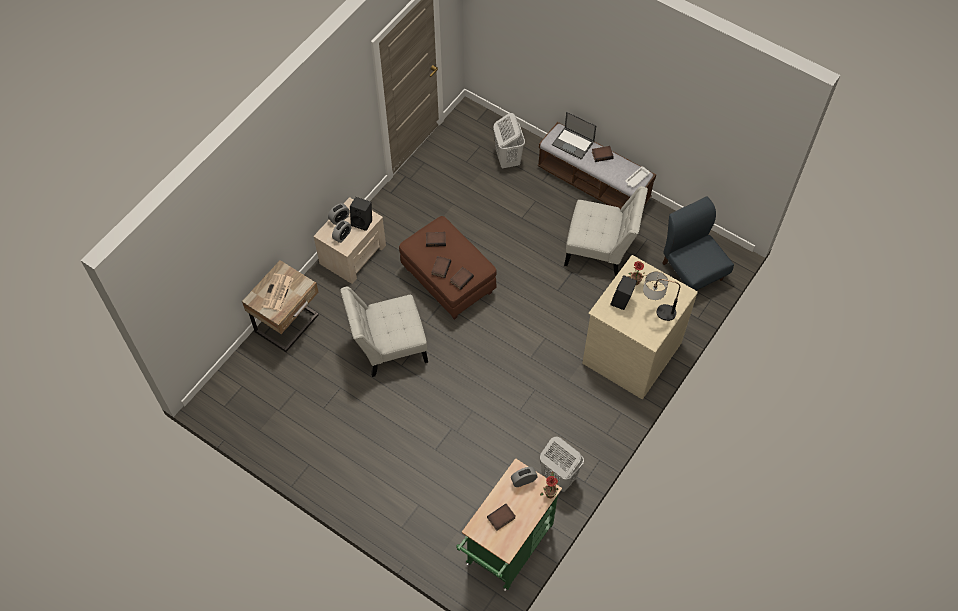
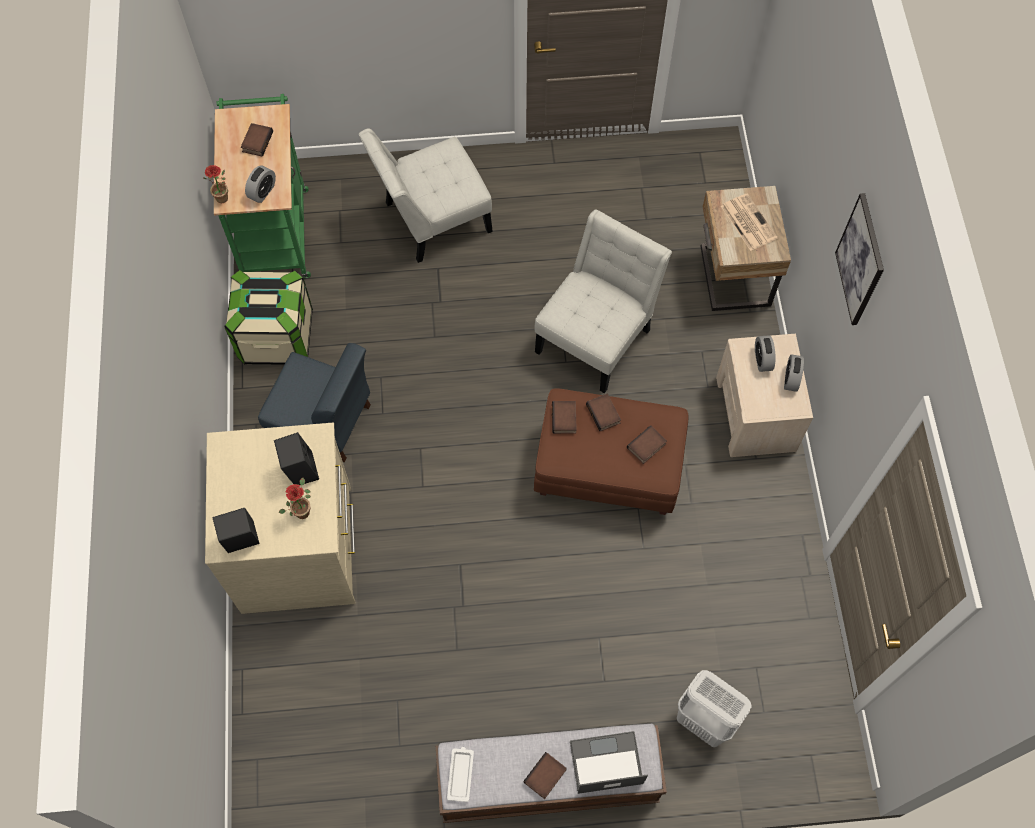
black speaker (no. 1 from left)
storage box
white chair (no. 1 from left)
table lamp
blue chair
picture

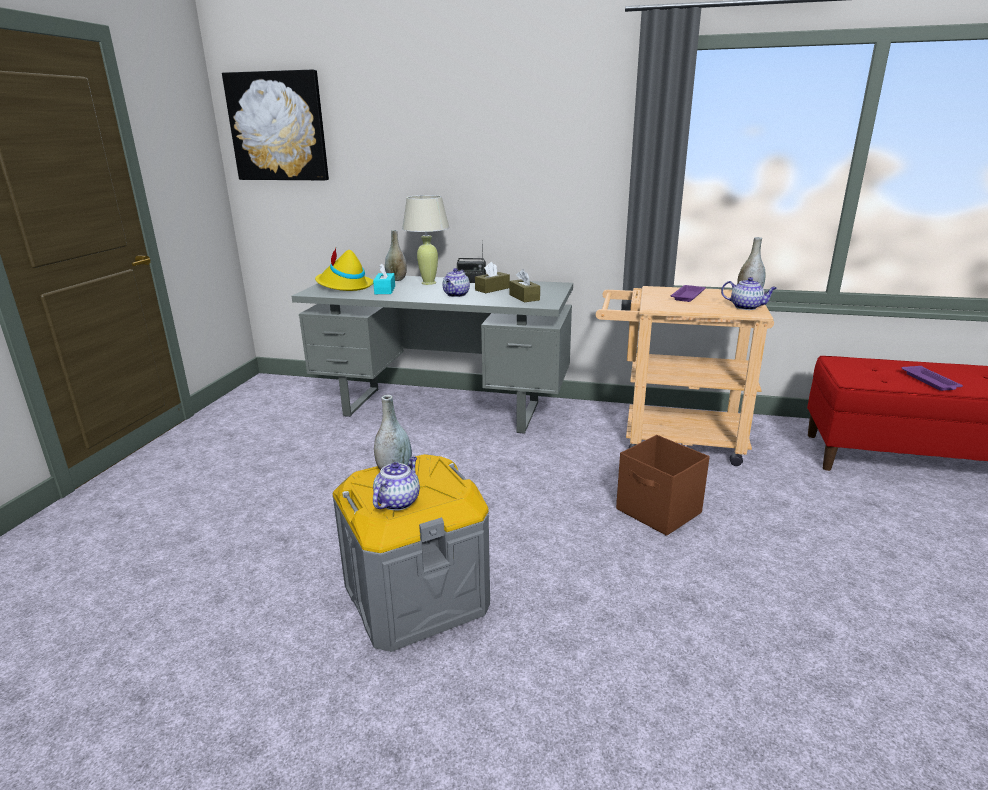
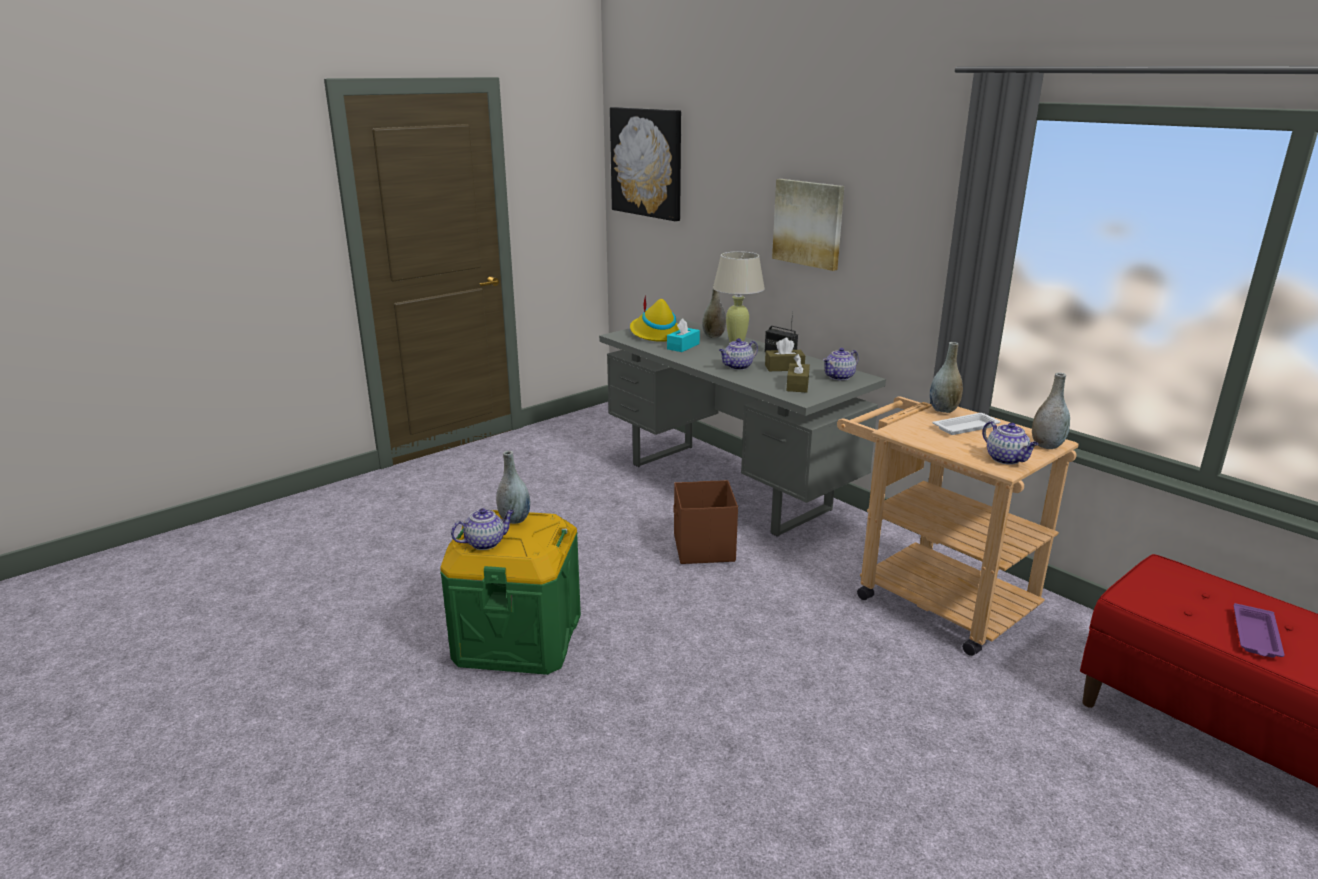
green storage box
brown storage box
white tray
picture (no. 2 from left)
teapot (no. 3 from left)
grey vase (no. 3 from left)

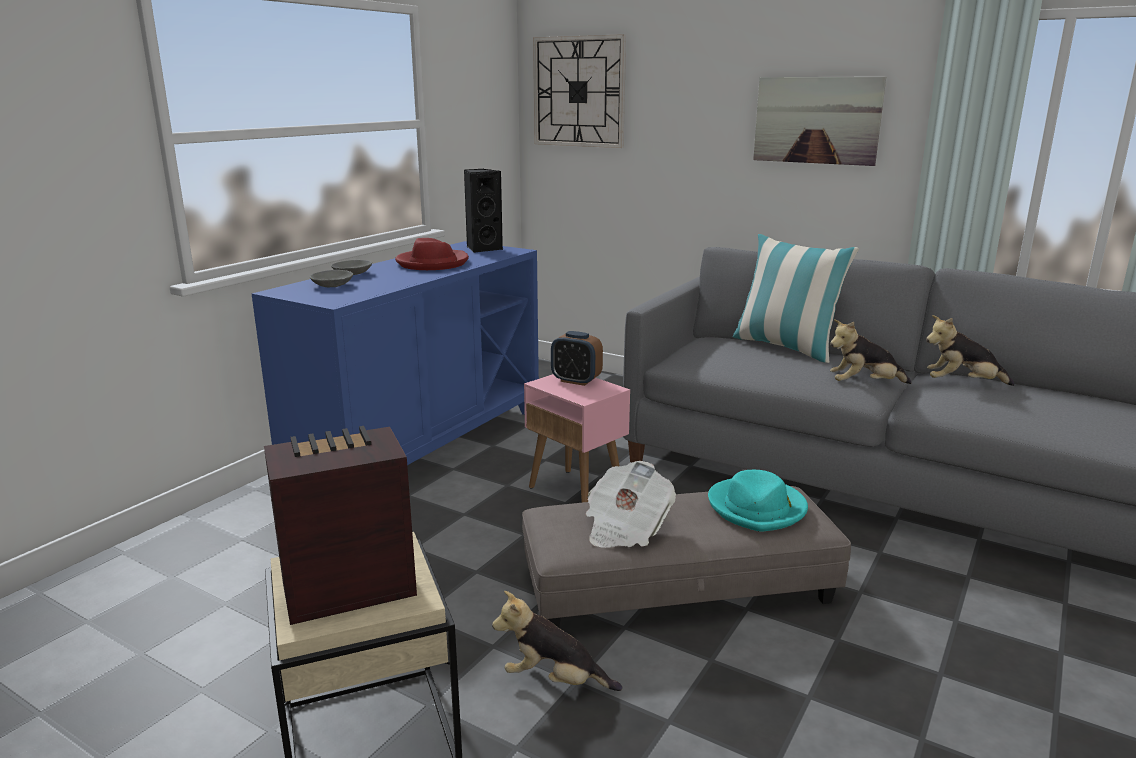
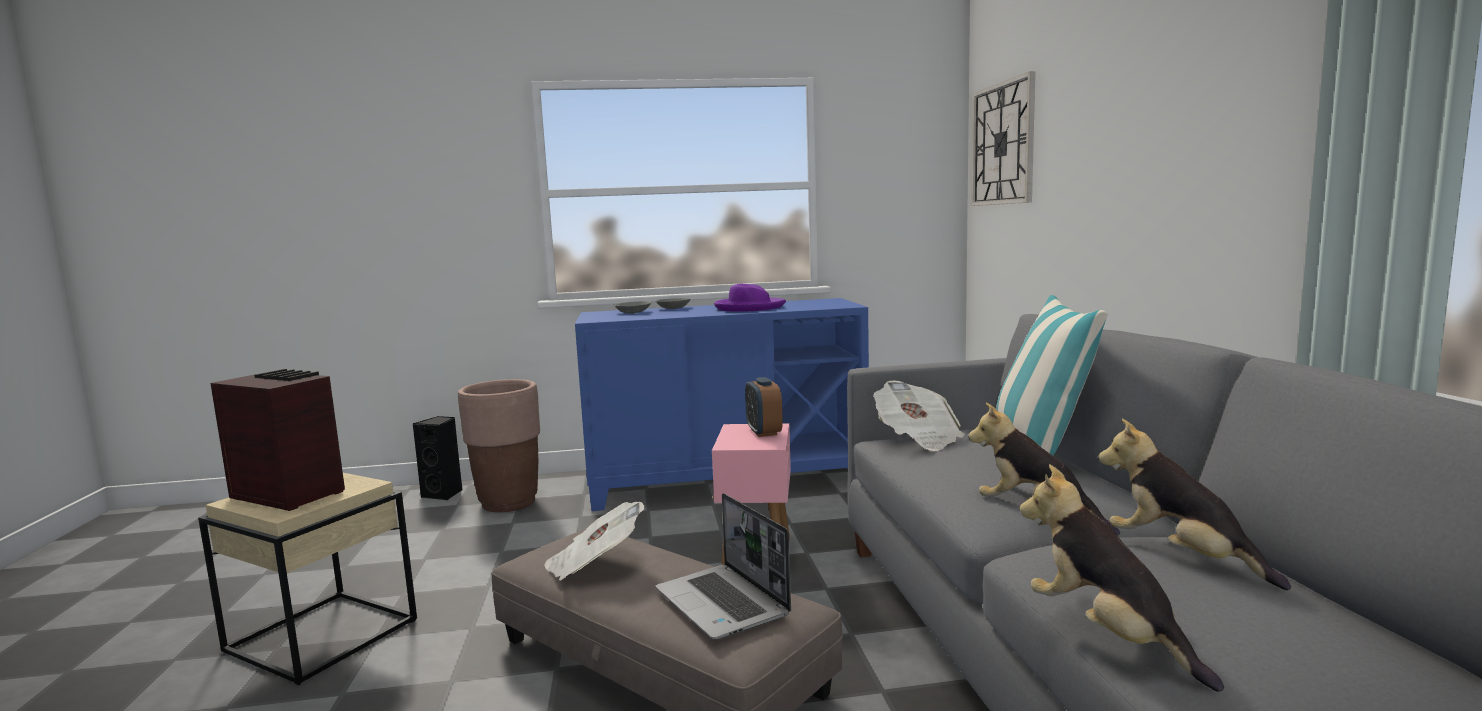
purple hat
black speaker
plush toy (no. 2 from left)
laptop
picture
brown planter
newspaper (no. 2 from left)

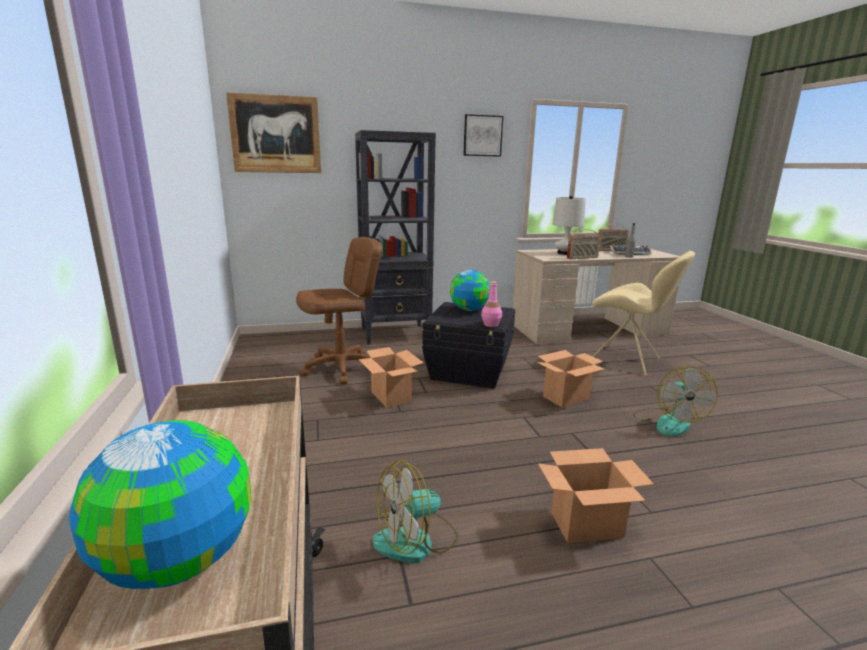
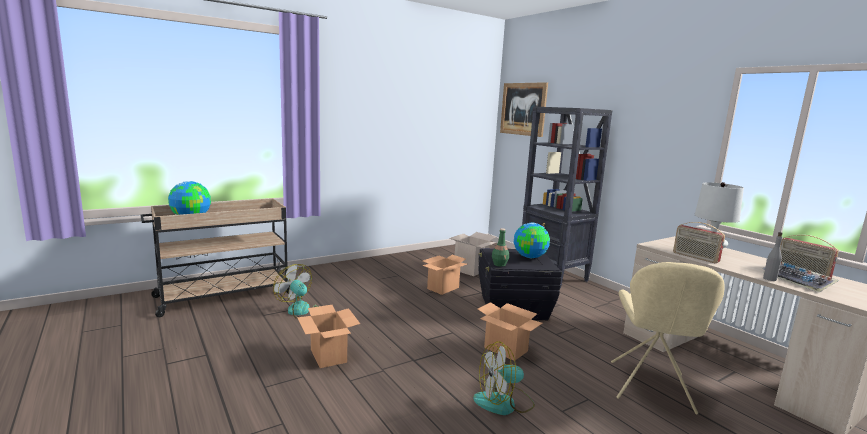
cardboard box (no. 3 from left)
picture (no. 2 from left in the first image)
green bottle

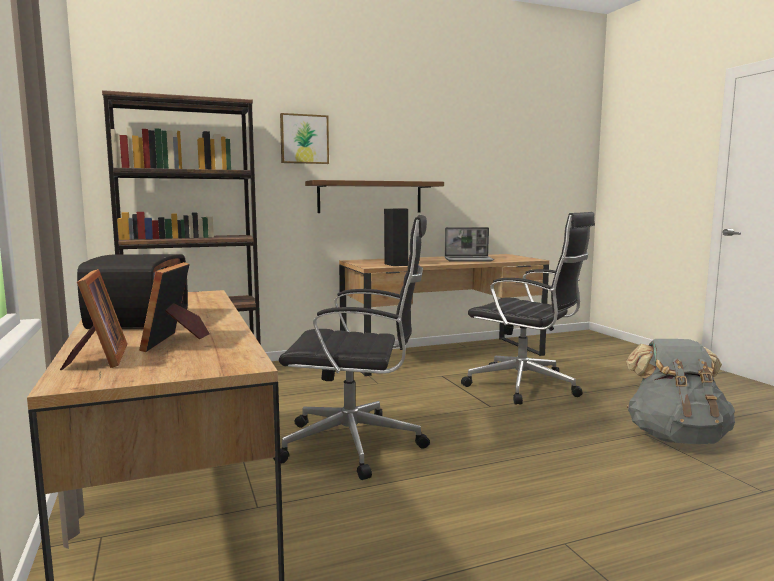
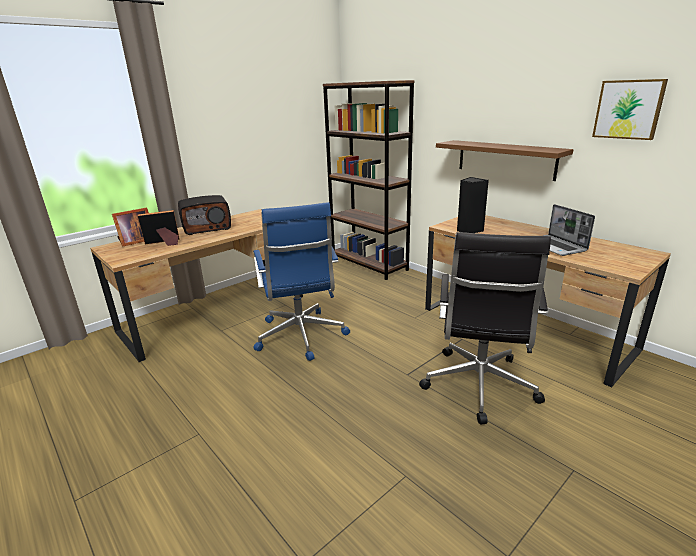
blue office chair
picture
grey backpack

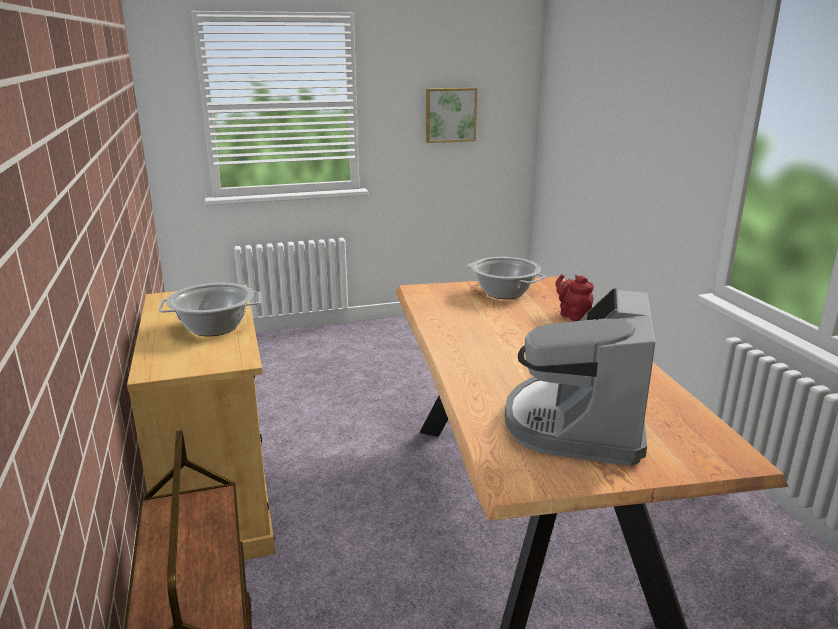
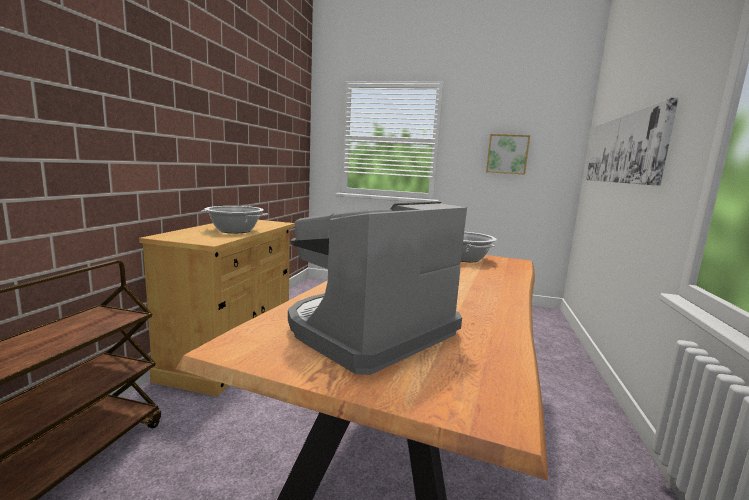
red teapot
picture (no. 2 from left)

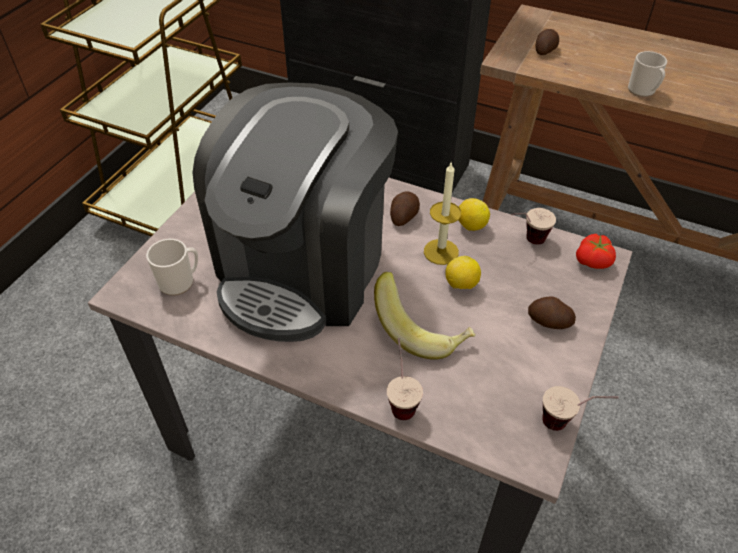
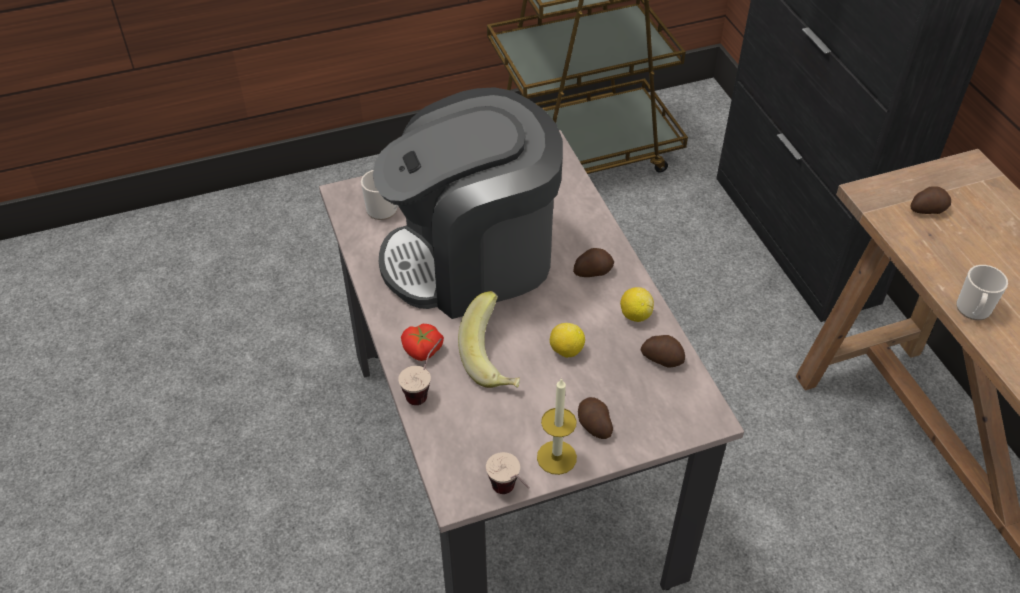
candle
potato (no. 3 from left)
tomato

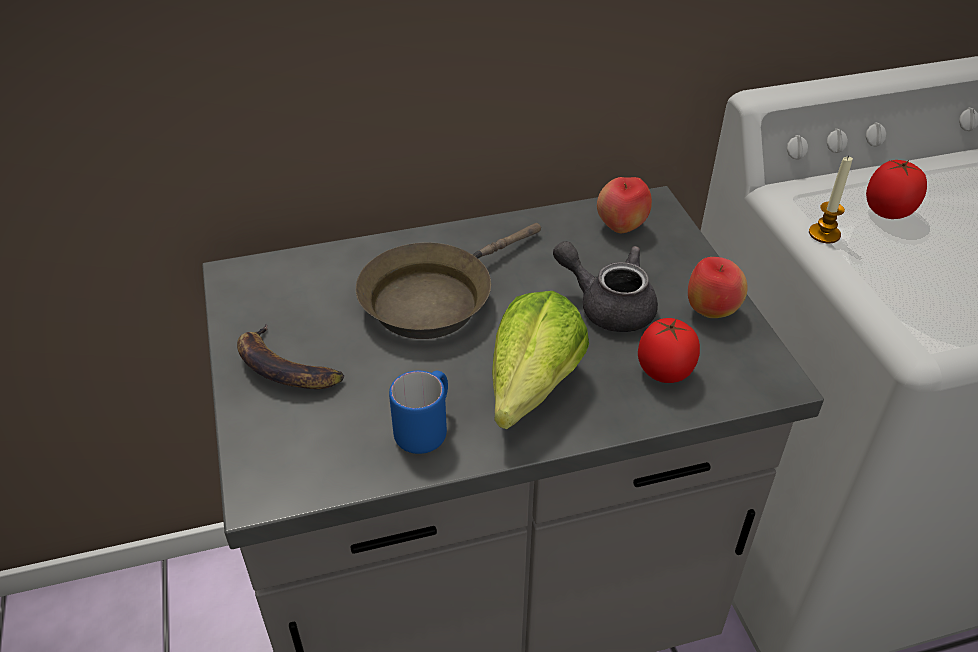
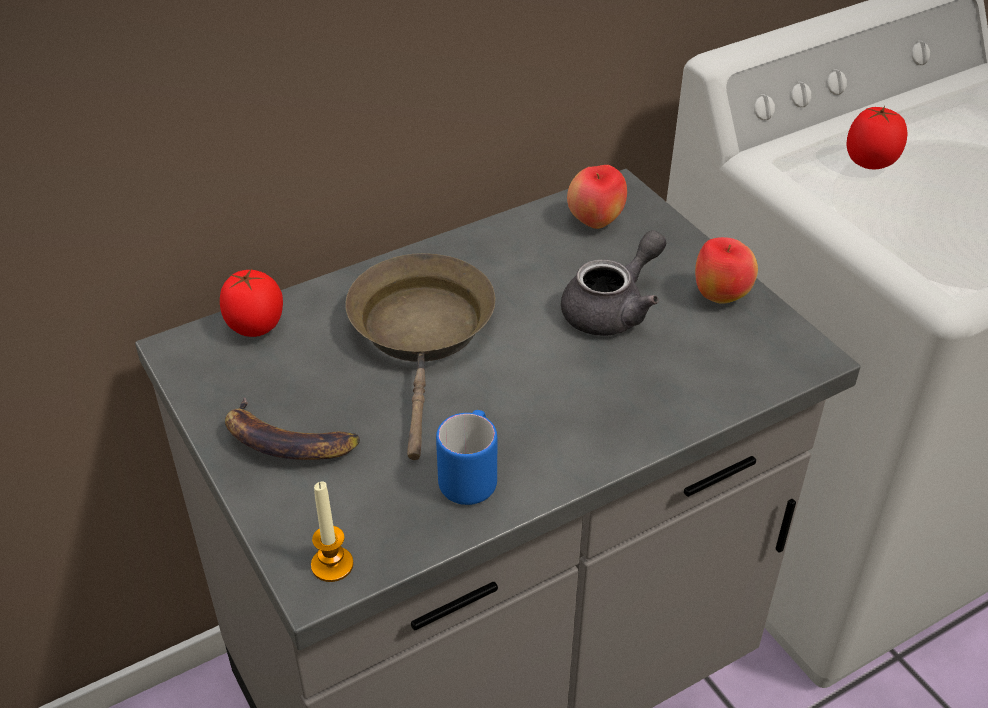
brown frying pan
lettuce
grey teapot
tomato (no. 1 from left)
candle

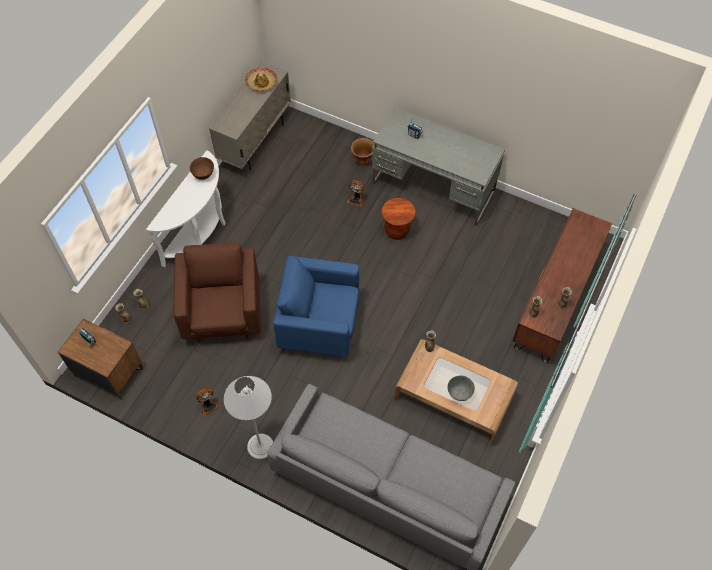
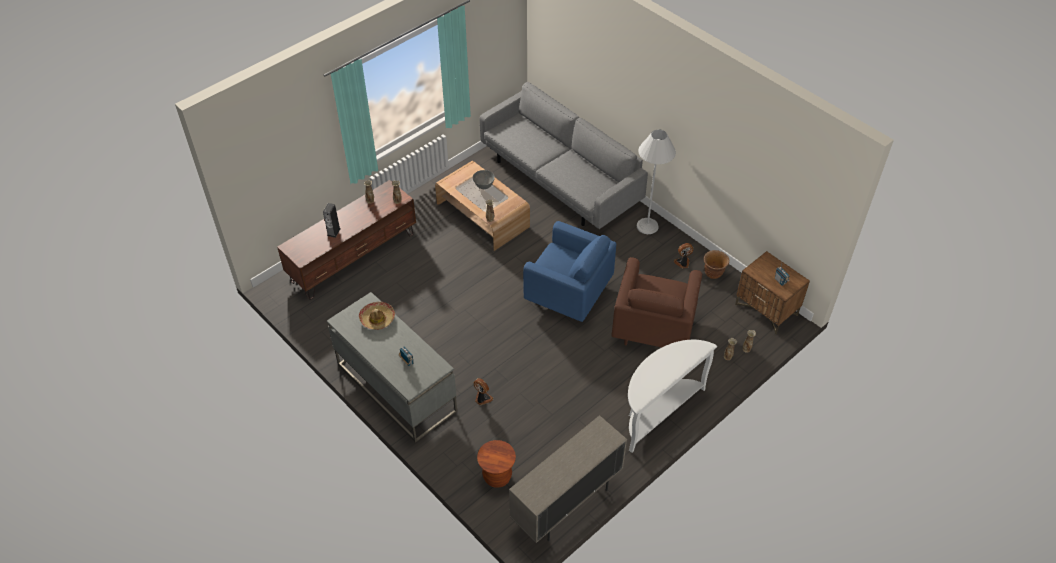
brown bowl
hat
brown planter
brown stool
speaker

